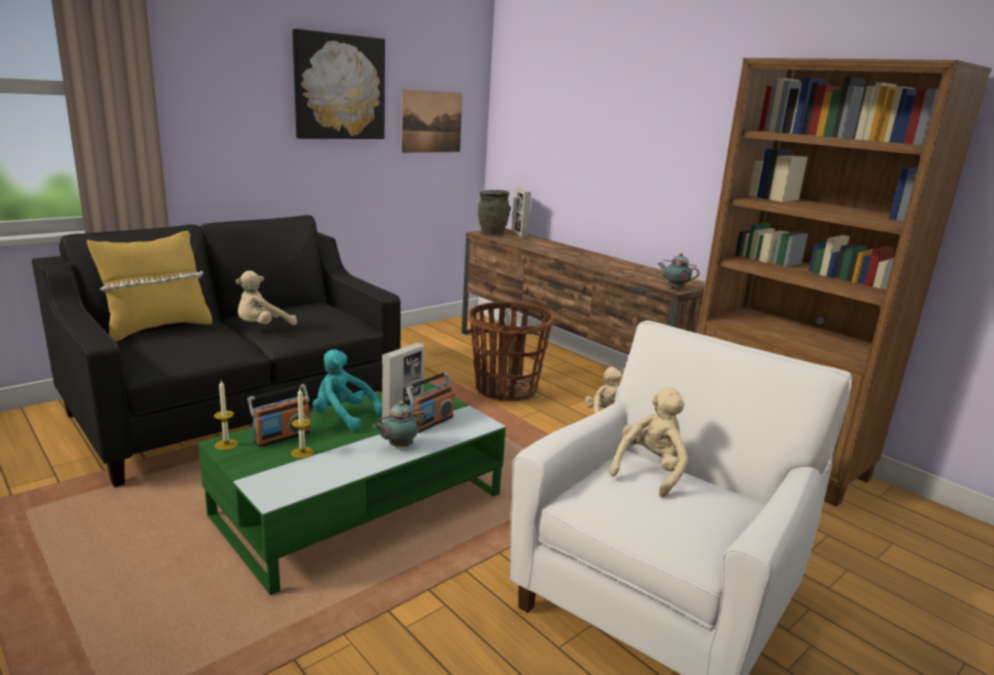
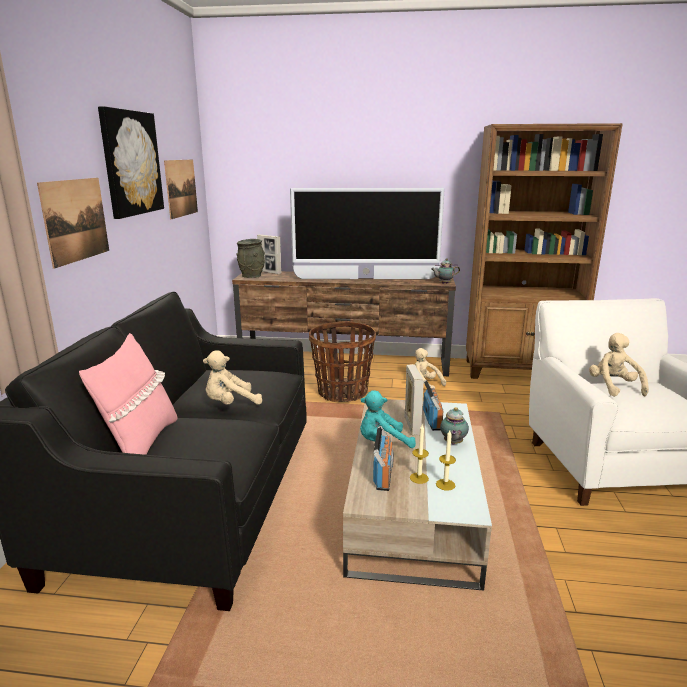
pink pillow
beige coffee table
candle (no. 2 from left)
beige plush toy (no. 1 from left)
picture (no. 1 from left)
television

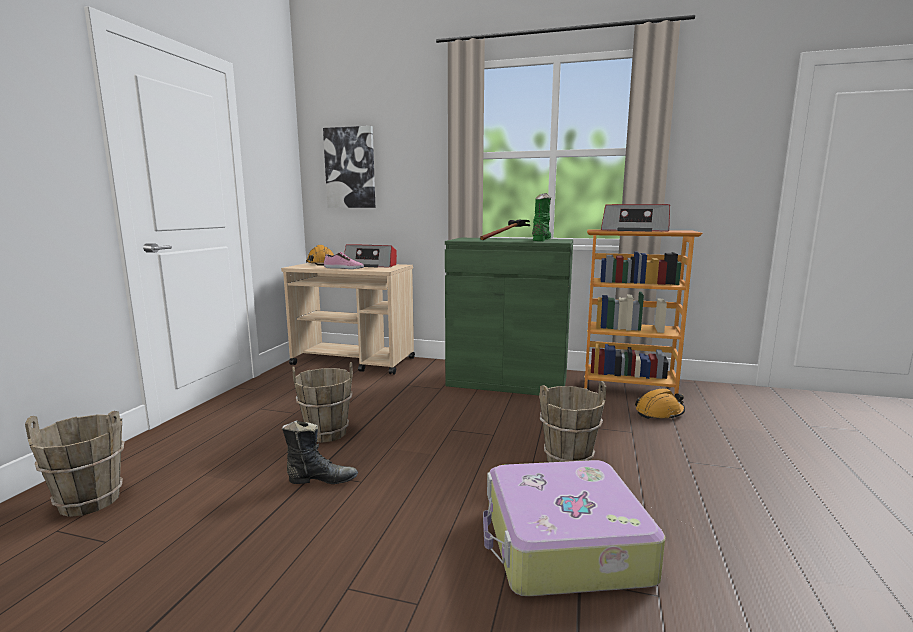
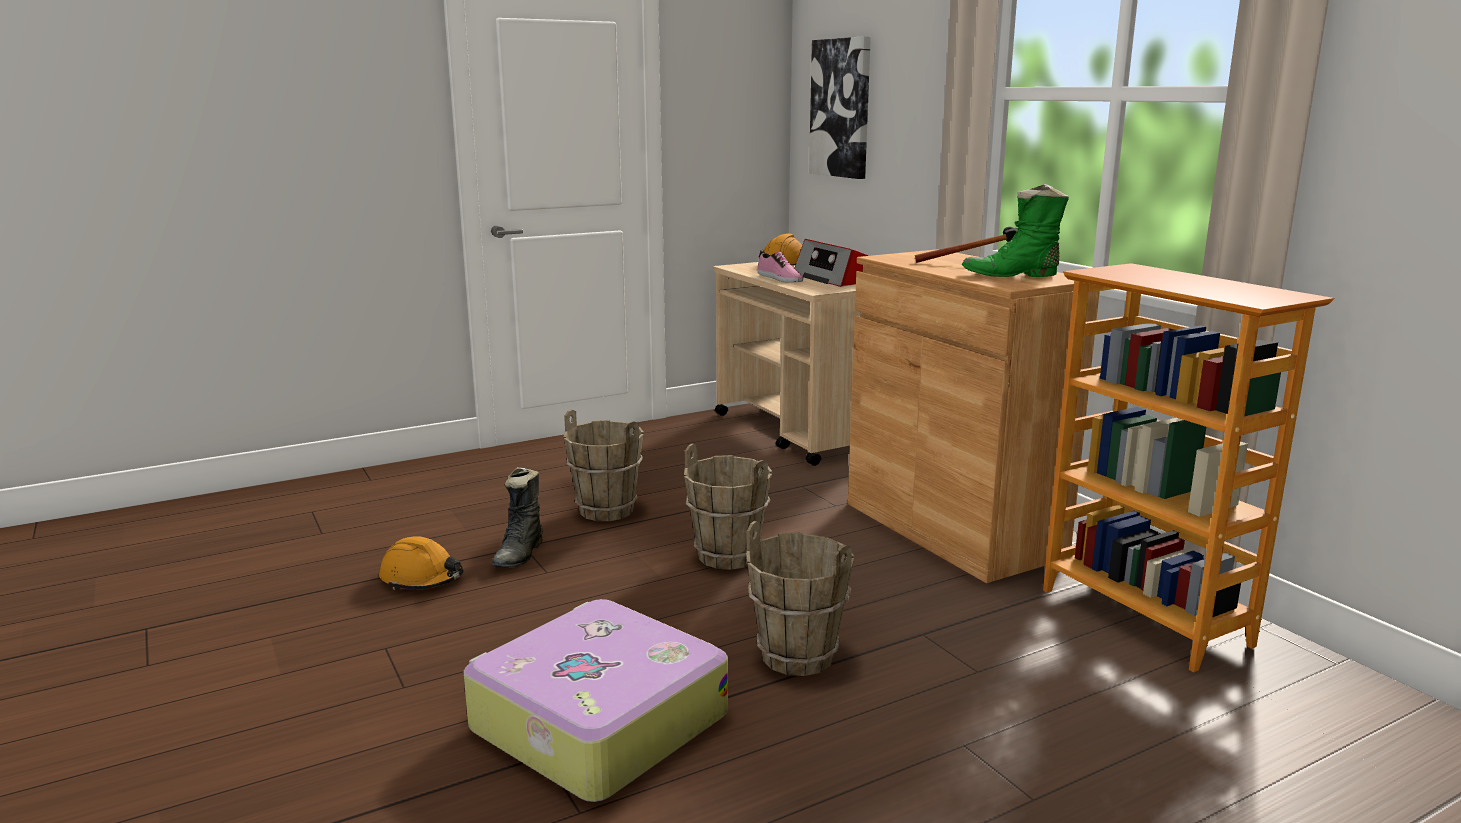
brown bucket (no. 2 from left)
black boot
brown cabinet
green boot
radio (no. 2 from left in the first image)
orange hard hat (no. 1 from left)

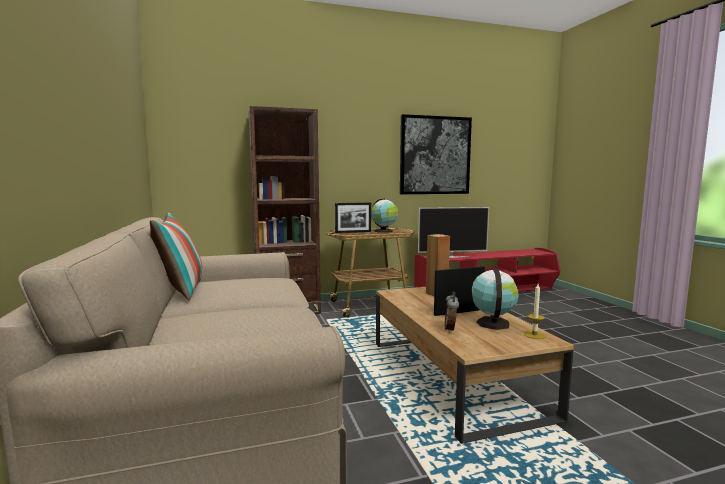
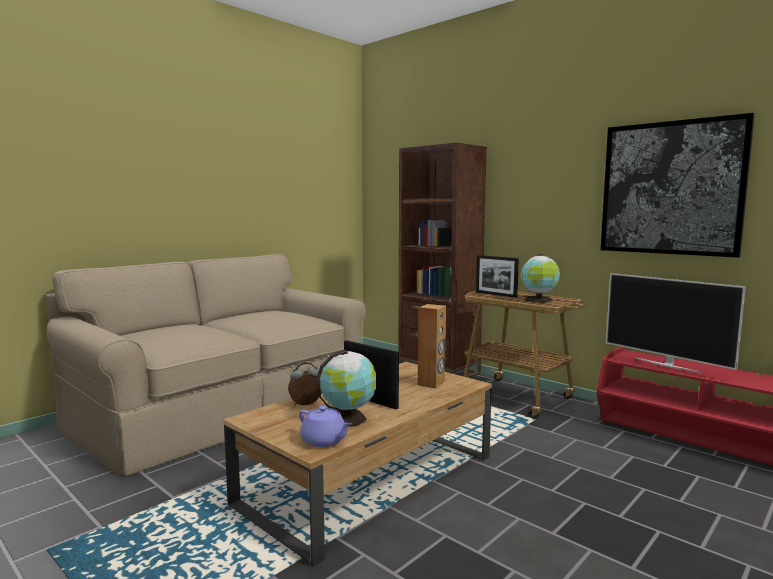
pillow
purple teapot

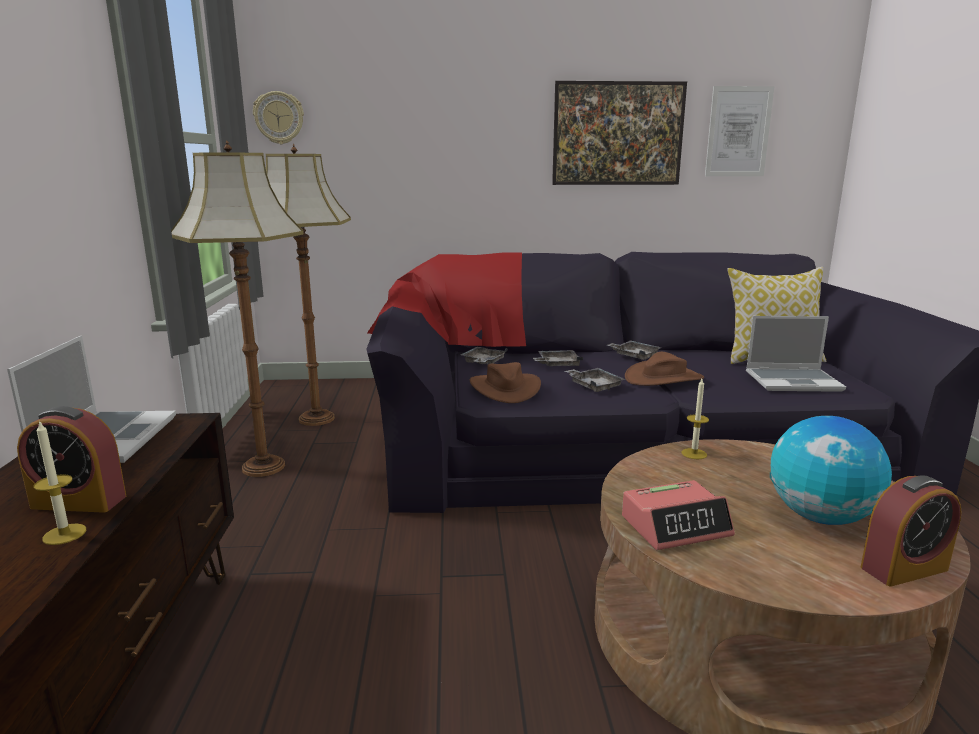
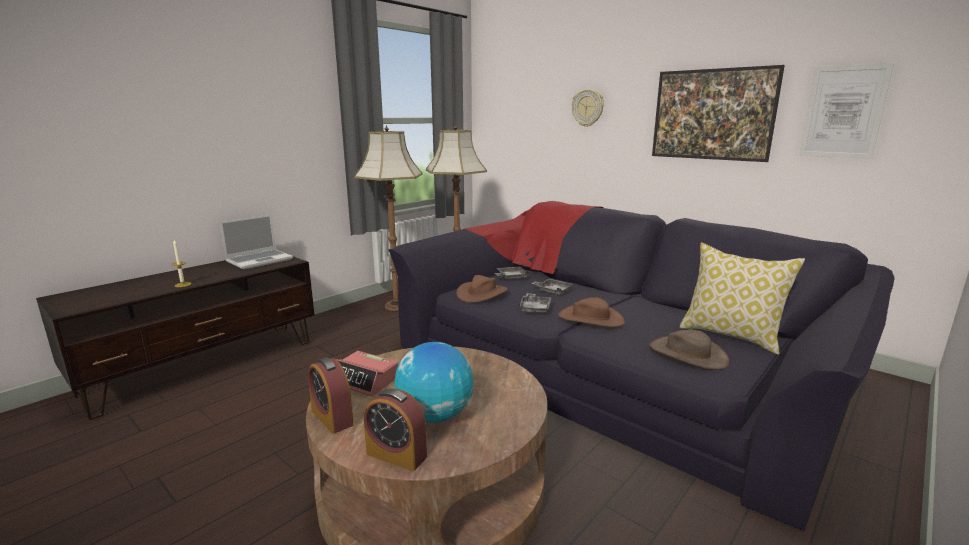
alarm clock (no. 1 from left)
wall clock
grey tray (no. 4 from left in the first image)
candle (no. 2 from left in the first image)
brown hat (no. 3 from left)

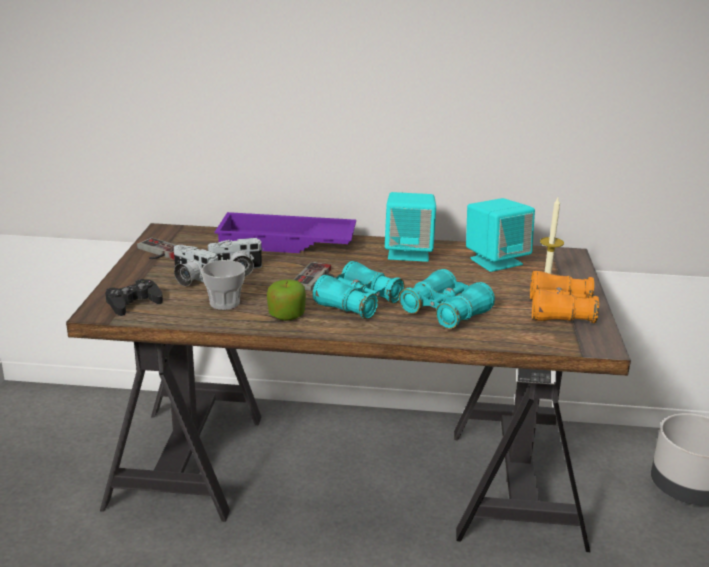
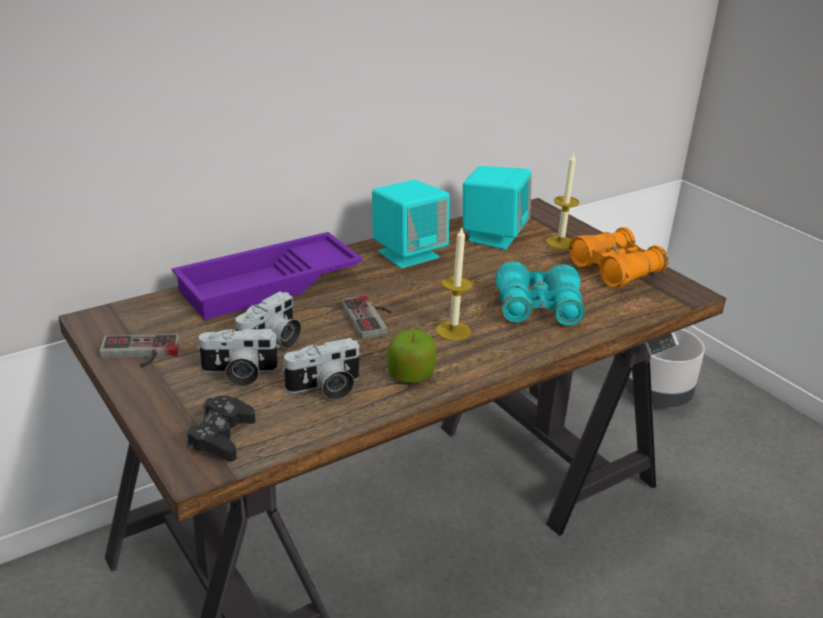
photo camera (no. 3 from left)
candle (no. 1 from left)

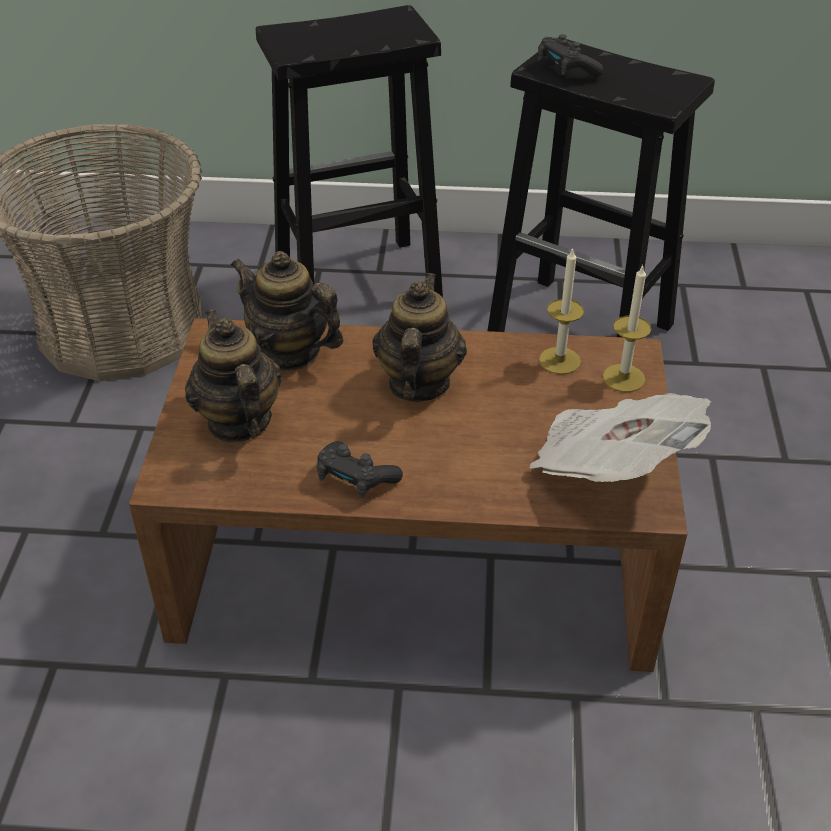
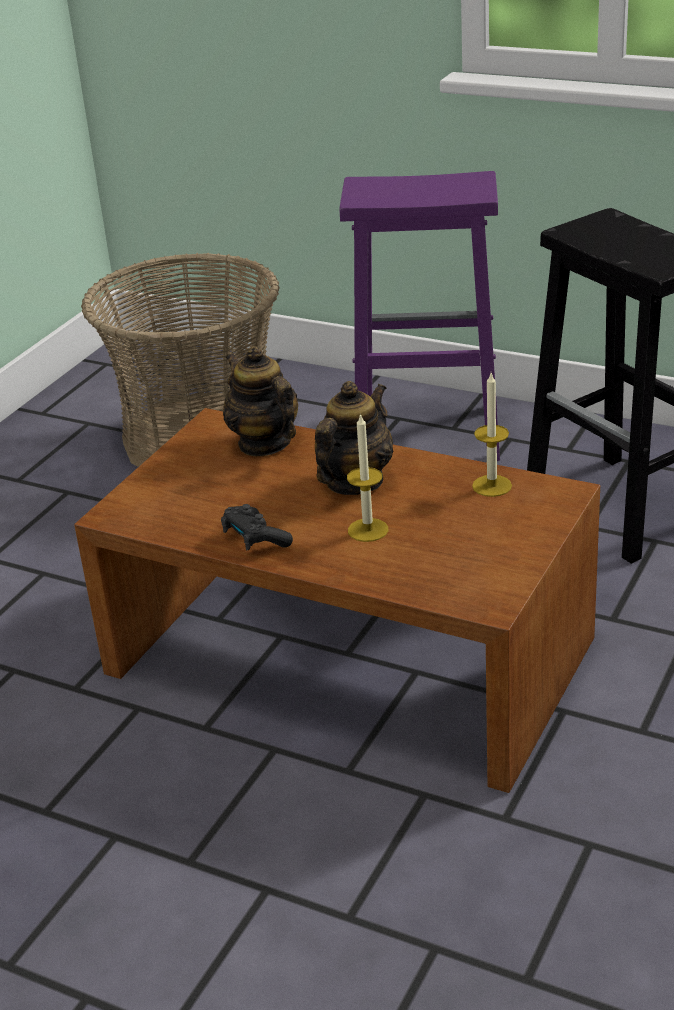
teapot (no. 1 from left in the first image)
purple stool
newspaper
black game controller (no. 2 from left in the first image)
candle (no. 1 from left)

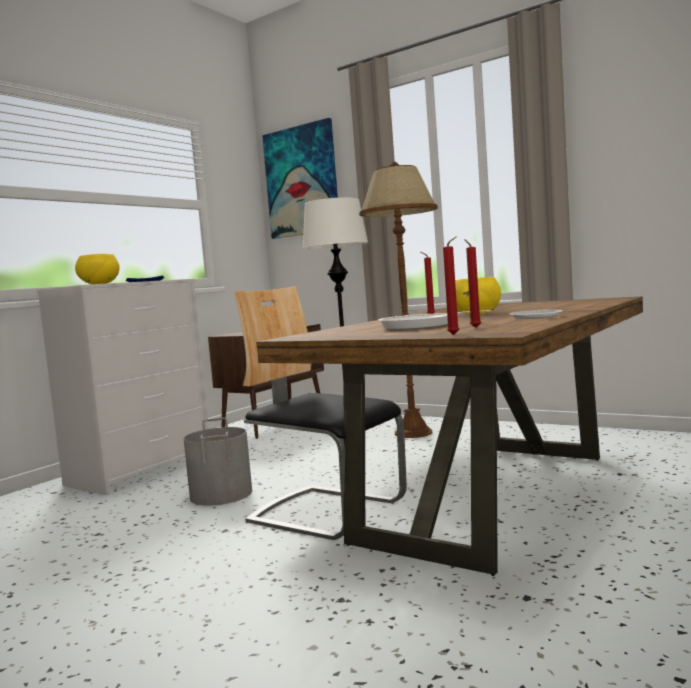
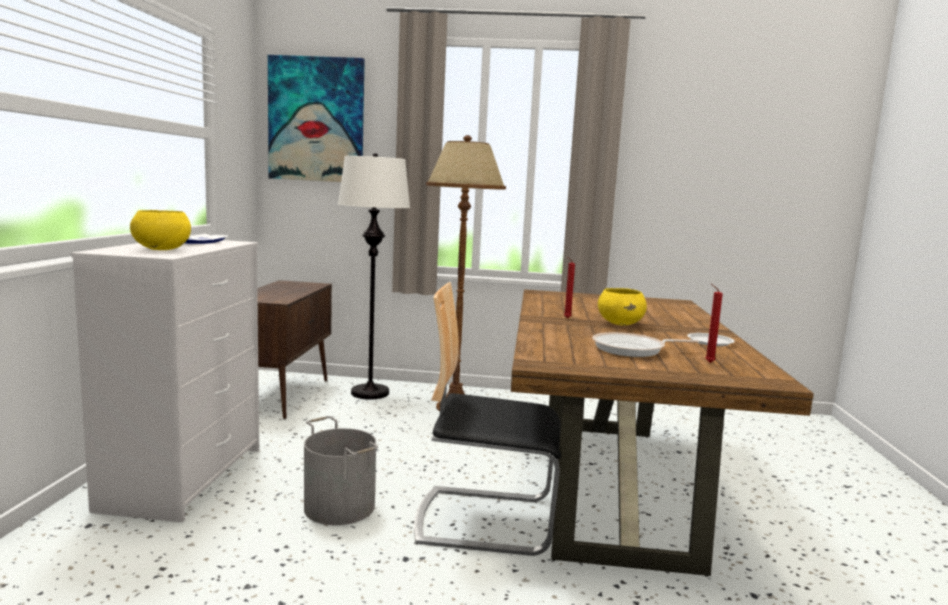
red candle (no. 2 from left in the first image)

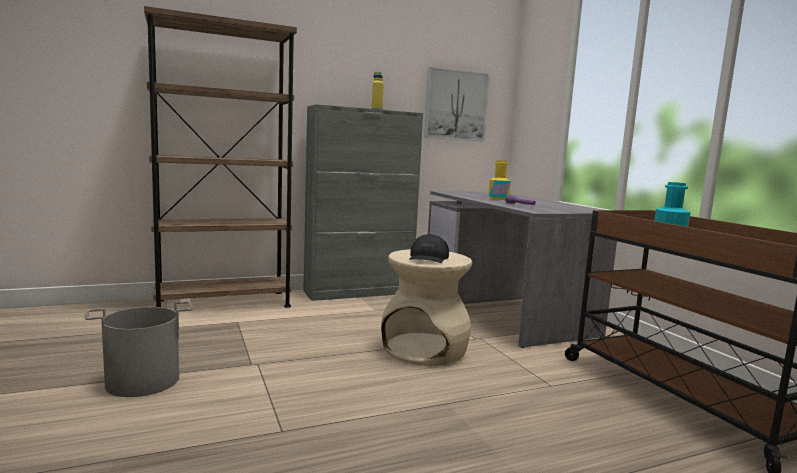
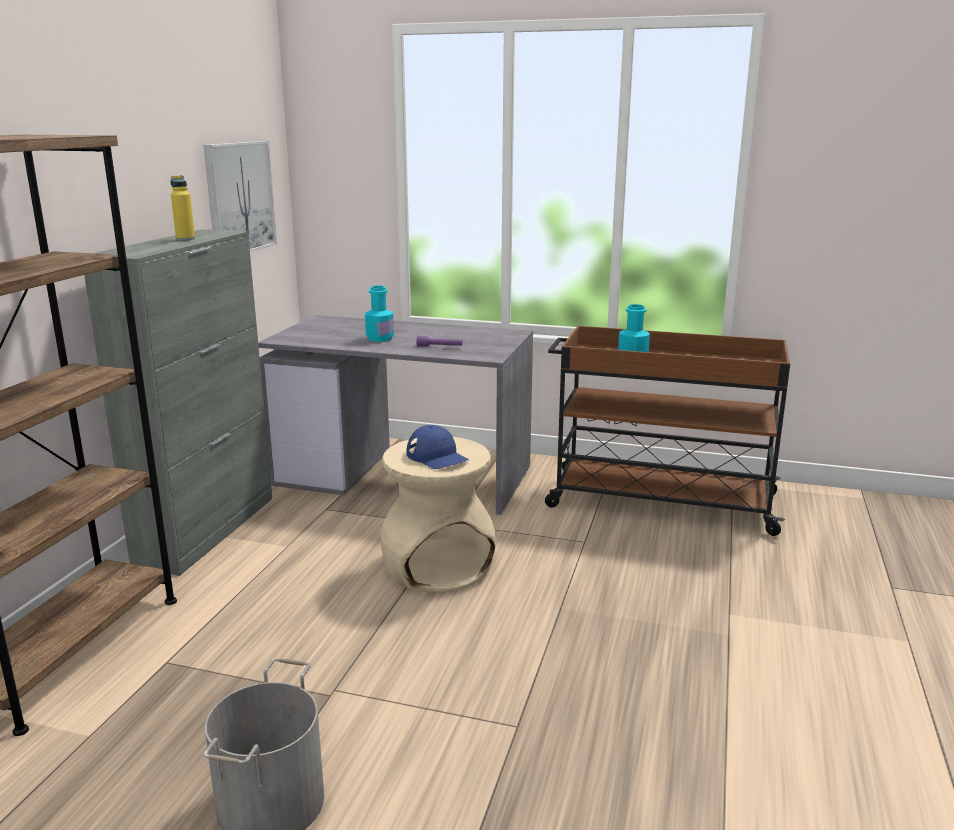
blue cap
turquoise bottle (no. 1 from left)

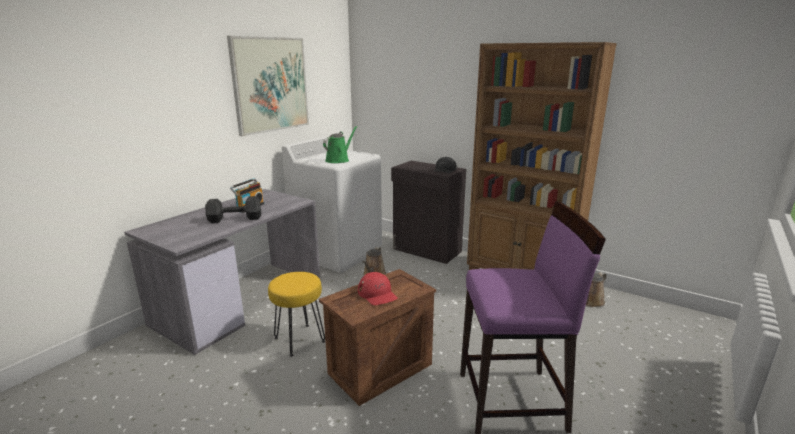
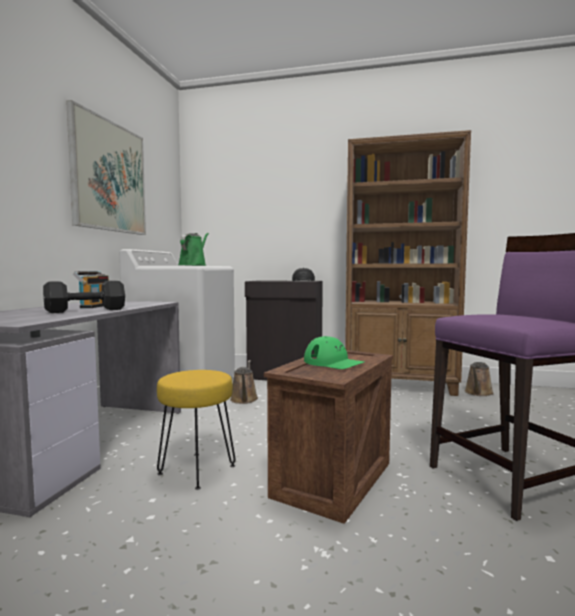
green cap

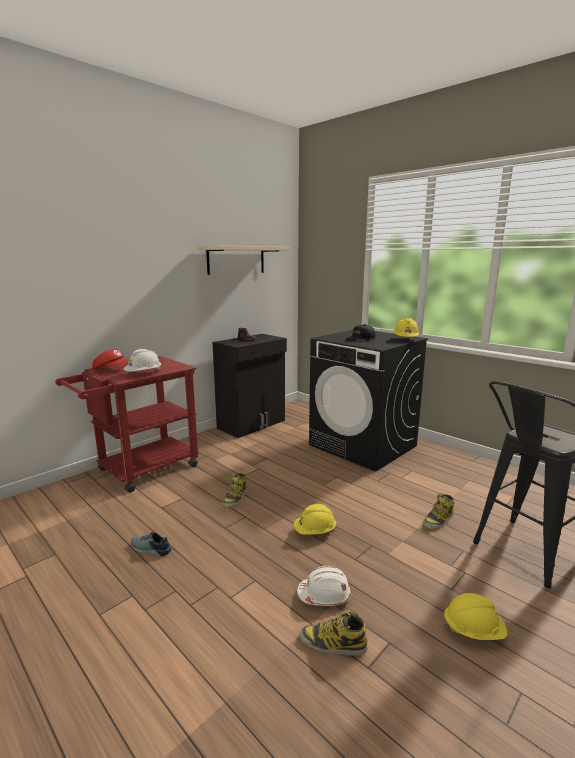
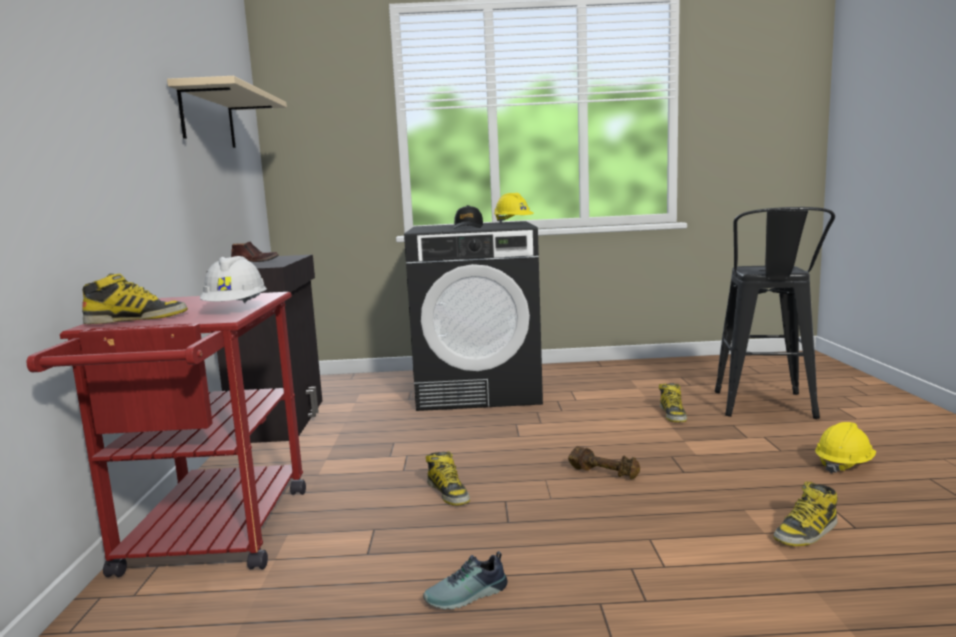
boot (no. 1 from left)
brown dumbbell
white hard hat (no. 2 from left in the first image)

